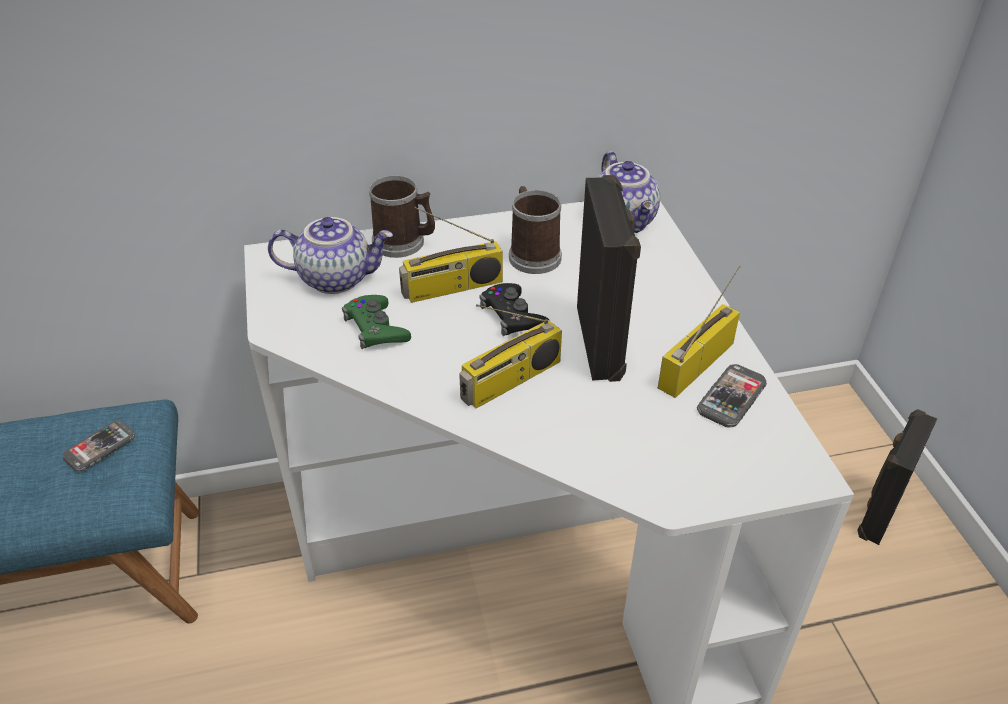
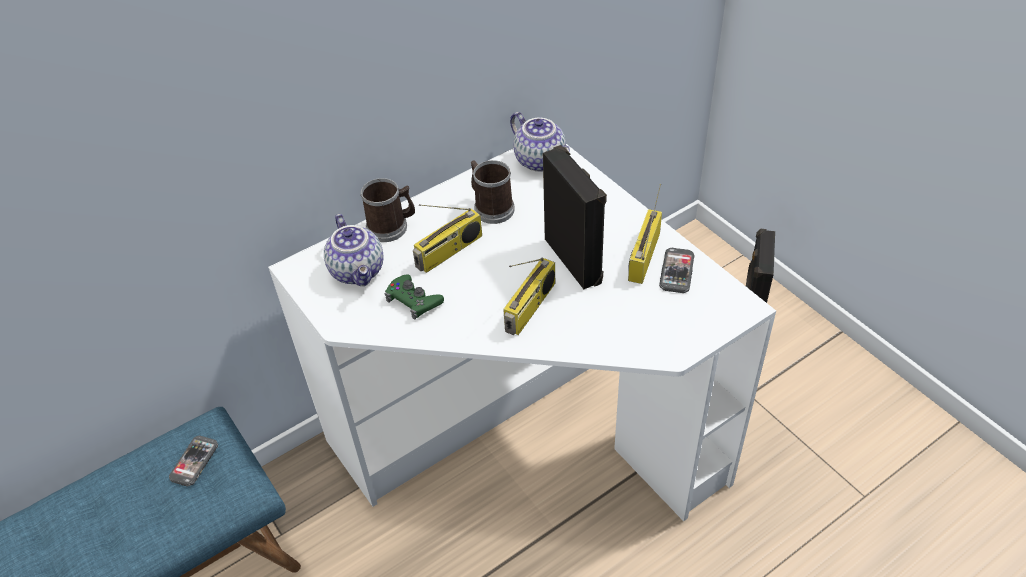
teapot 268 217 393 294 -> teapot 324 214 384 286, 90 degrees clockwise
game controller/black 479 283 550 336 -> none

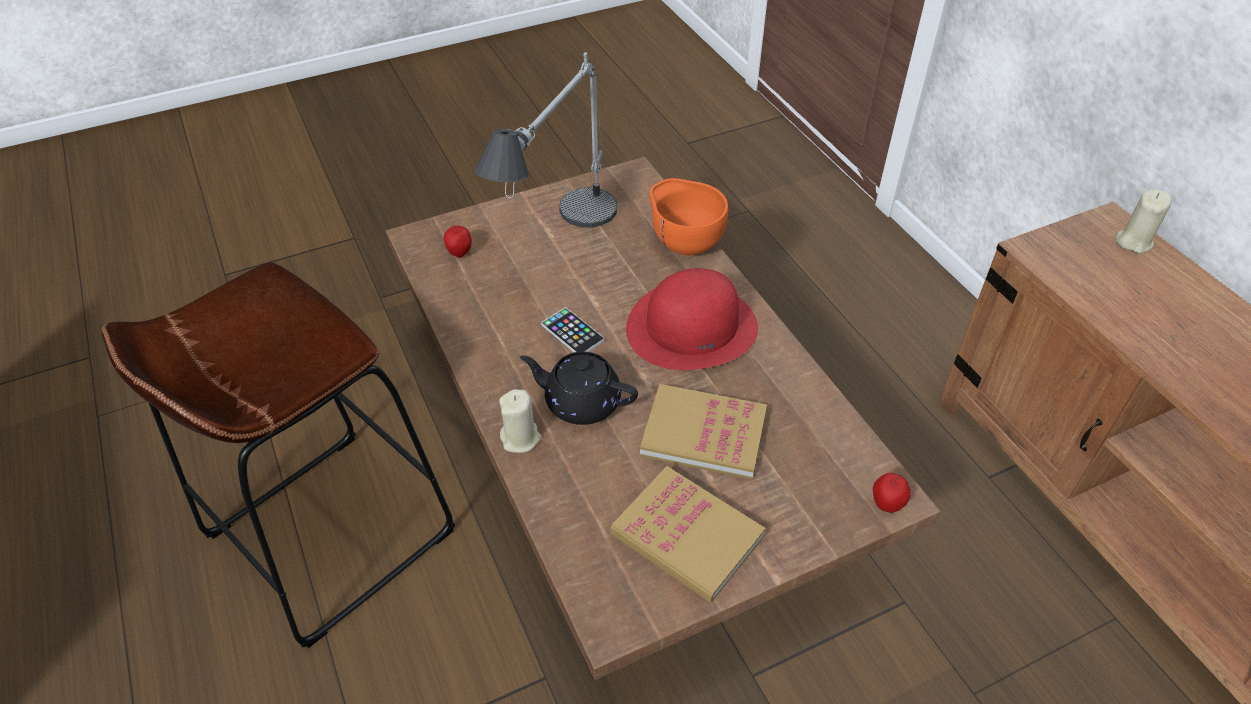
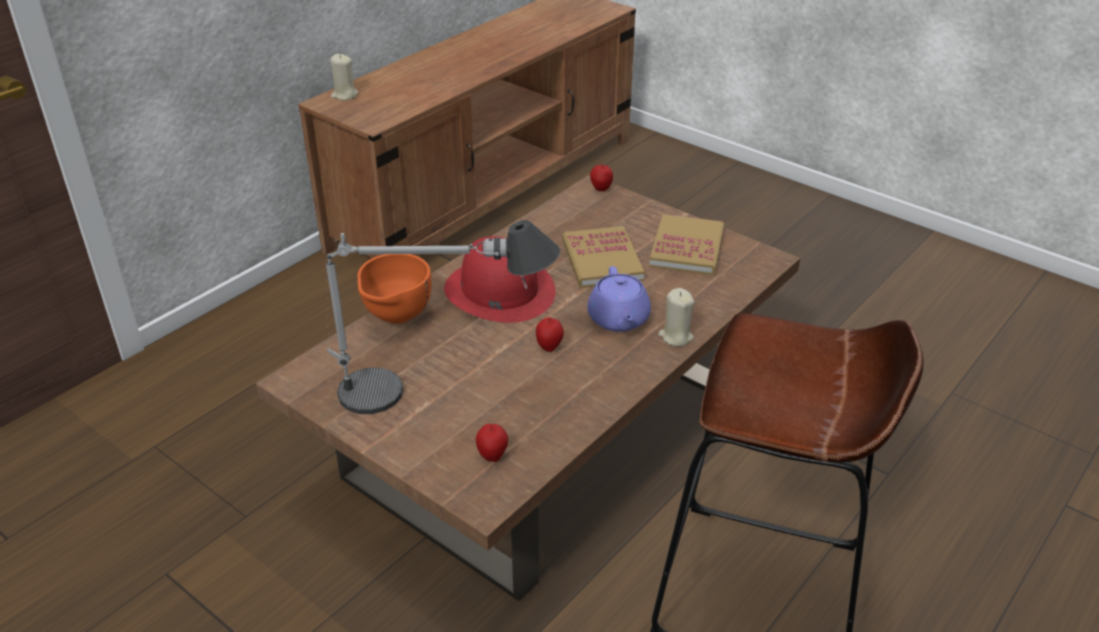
phone 541 308 604 352 -> apple 536 317 564 352
teapot/black 520 351 638 425 -> teapot/purple 587 266 651 332

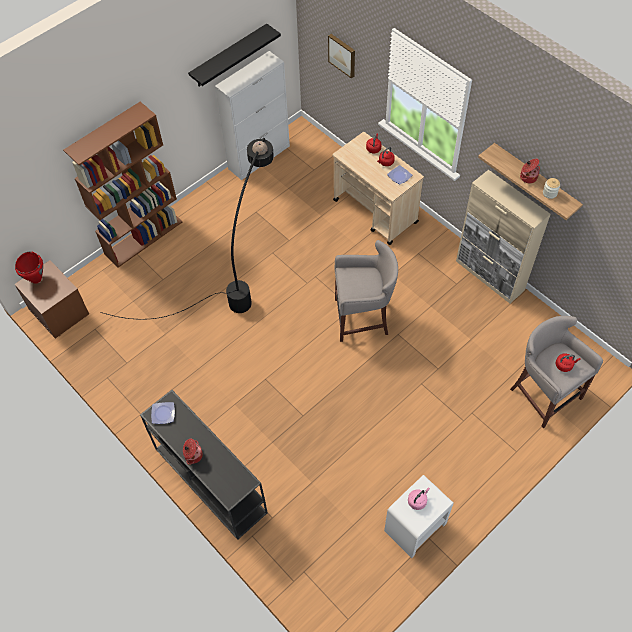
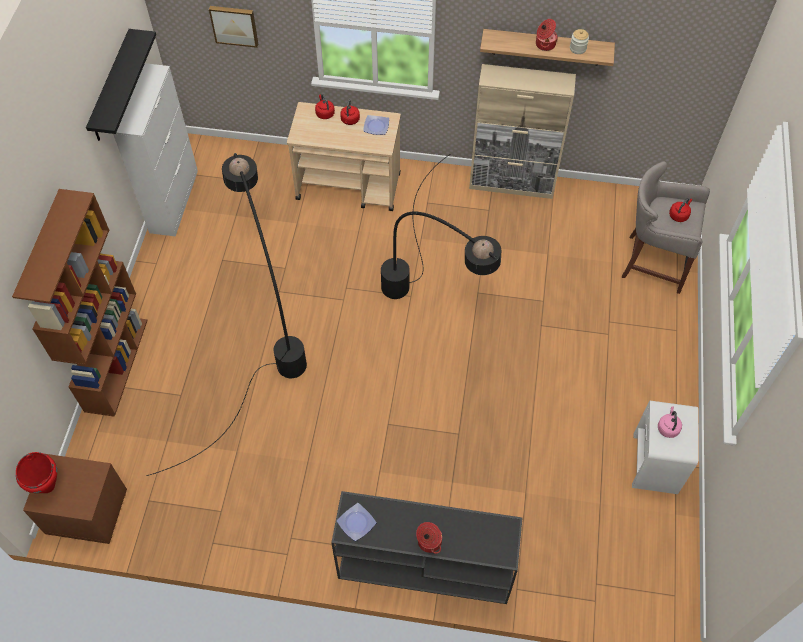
stool/grey 334 240 398 342 -> floor lamp/black 381 154 501 299

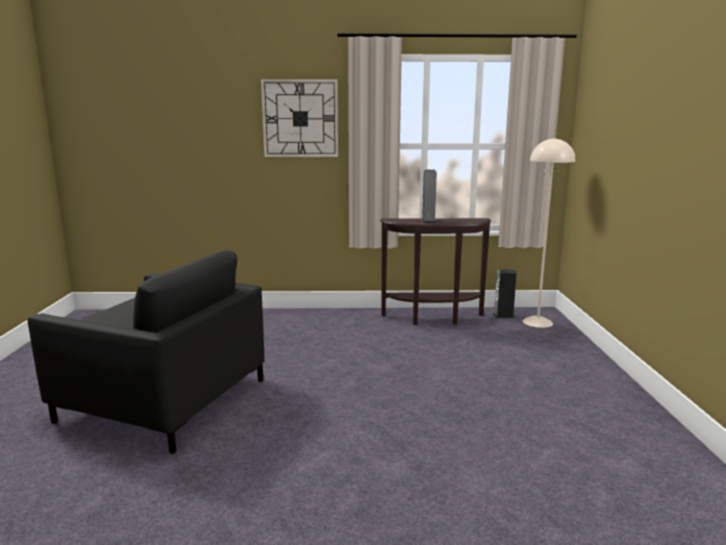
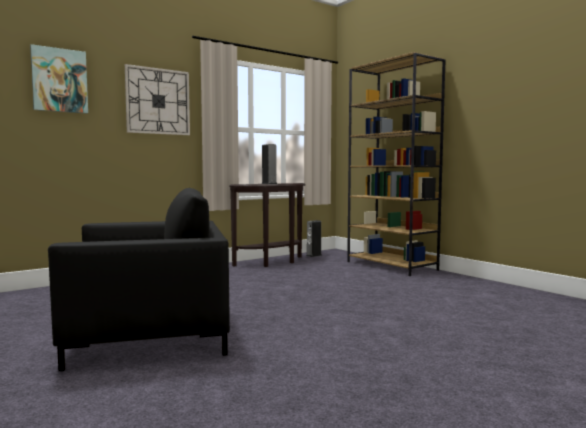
none -> picture 30 44 88 113
none -> bookcase/brown 347 52 445 276
floor lamp/beige 523 138 575 328 -> none

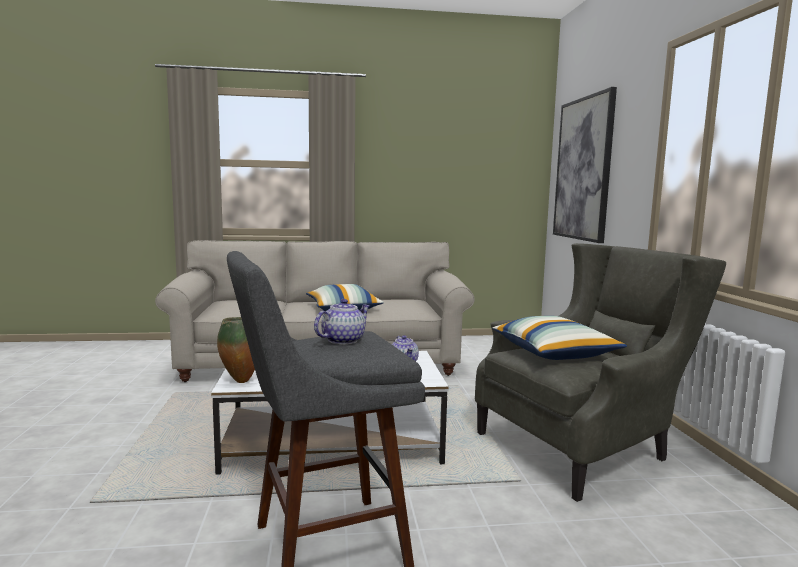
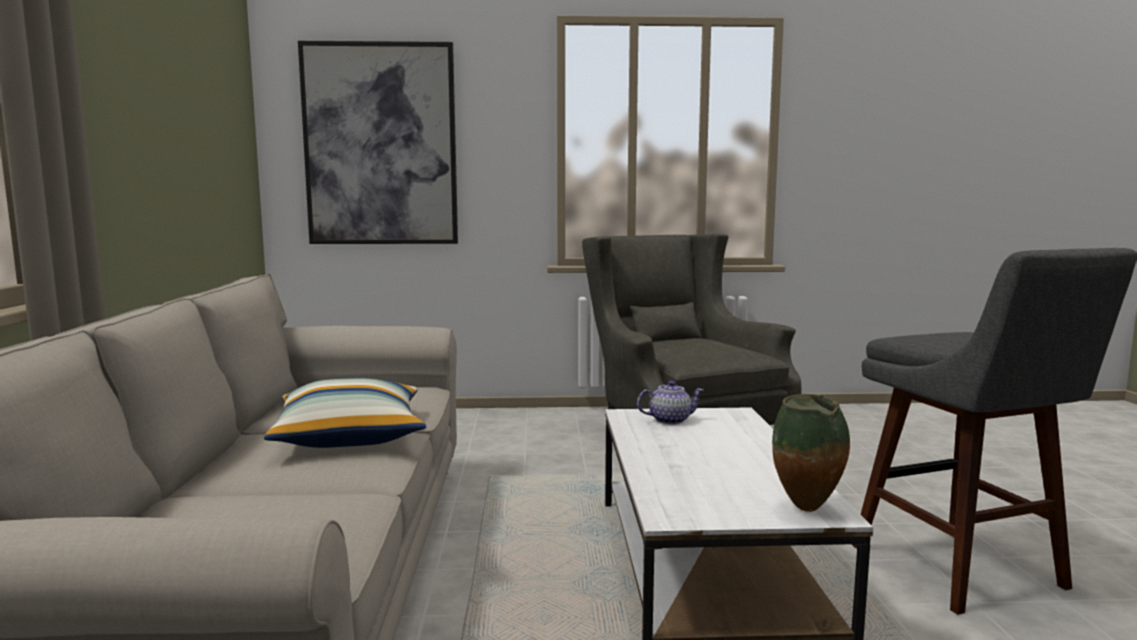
teapot 314 299 370 345 -> none
pillow 492 316 627 360 -> none

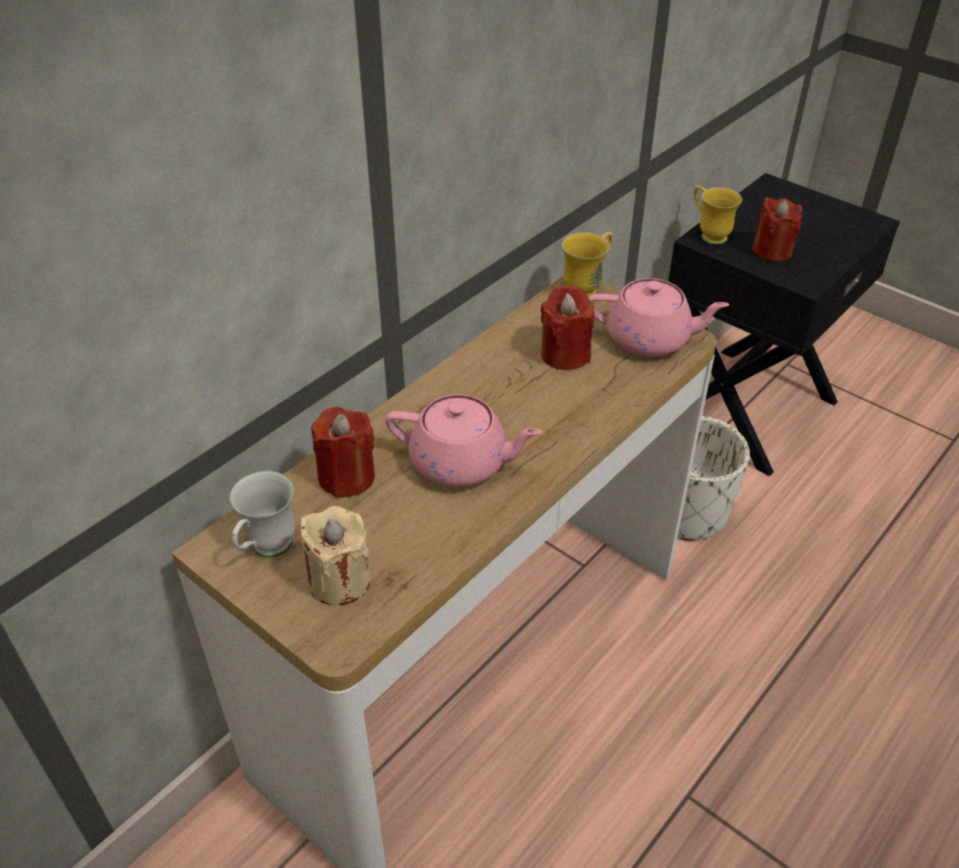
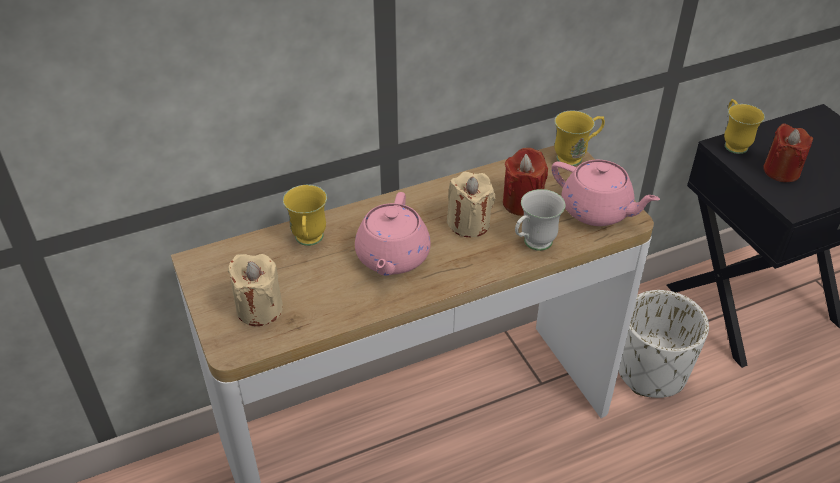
candle/red 311 407 375 498 -> mug/yellow 283 185 327 246
teapot/pink 386 394 542 487 -> teapot/pink 355 192 431 276, 60 degrees clockwise
none -> candle/beige 447 172 495 237
mug/white 229 471 295 558 -> mug/white 515 189 565 251, move

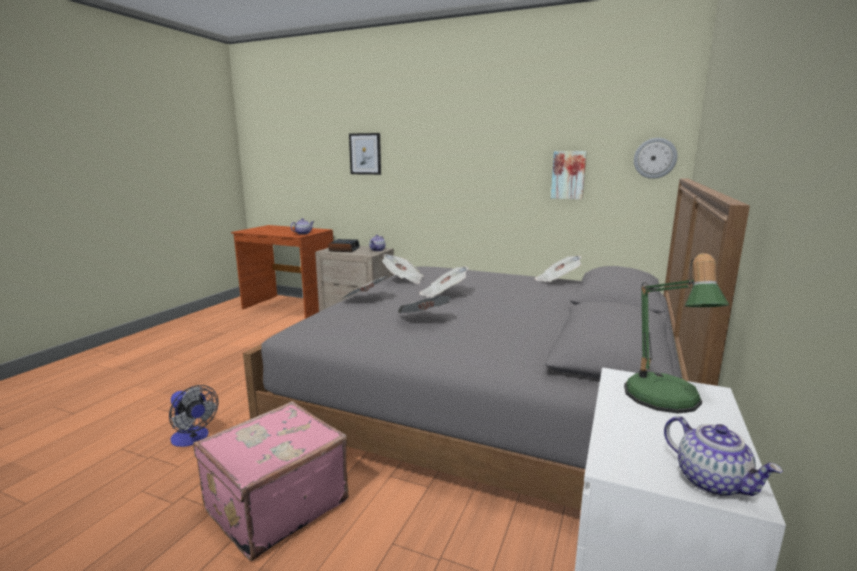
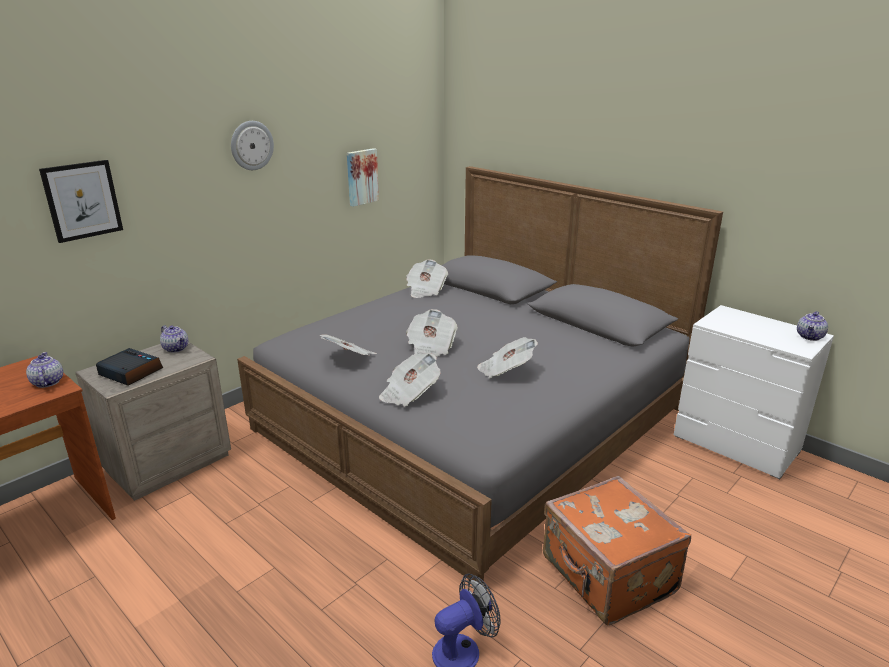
wall clock 634 138 678 179 -> wall clock 231 121 274 170, move
suitcase/pink 193 401 348 561 -> suitcase/orange 543 476 691 625
teapot 664 416 783 496 -> teapot 797 311 828 341, 135 degrees clockwise
table lamp 624 253 729 414 -> none

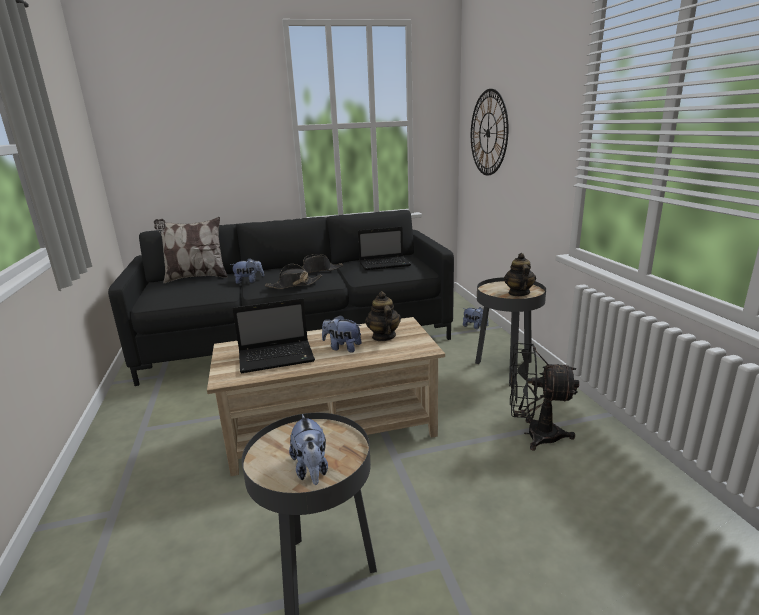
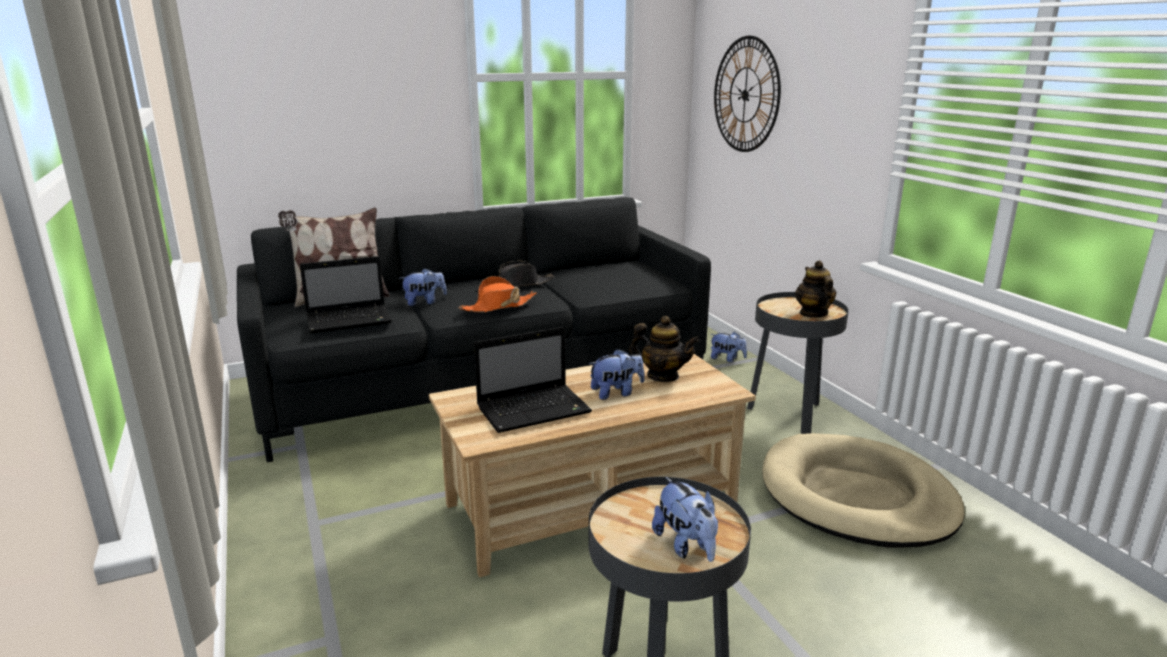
laptop 358 227 411 270 -> laptop 300 256 392 333, move
hat/black 265 264 322 289 -> hat/orange 459 276 537 312
plush toy 322 315 362 352 -> plush toy 589 349 644 400, 150 degrees clockwise
teapot 365 291 401 341 -> teapot 629 316 699 382, 135 degrees clockwise
fan/black 509 343 579 451 -> dog bed/beige 762 433 965 548

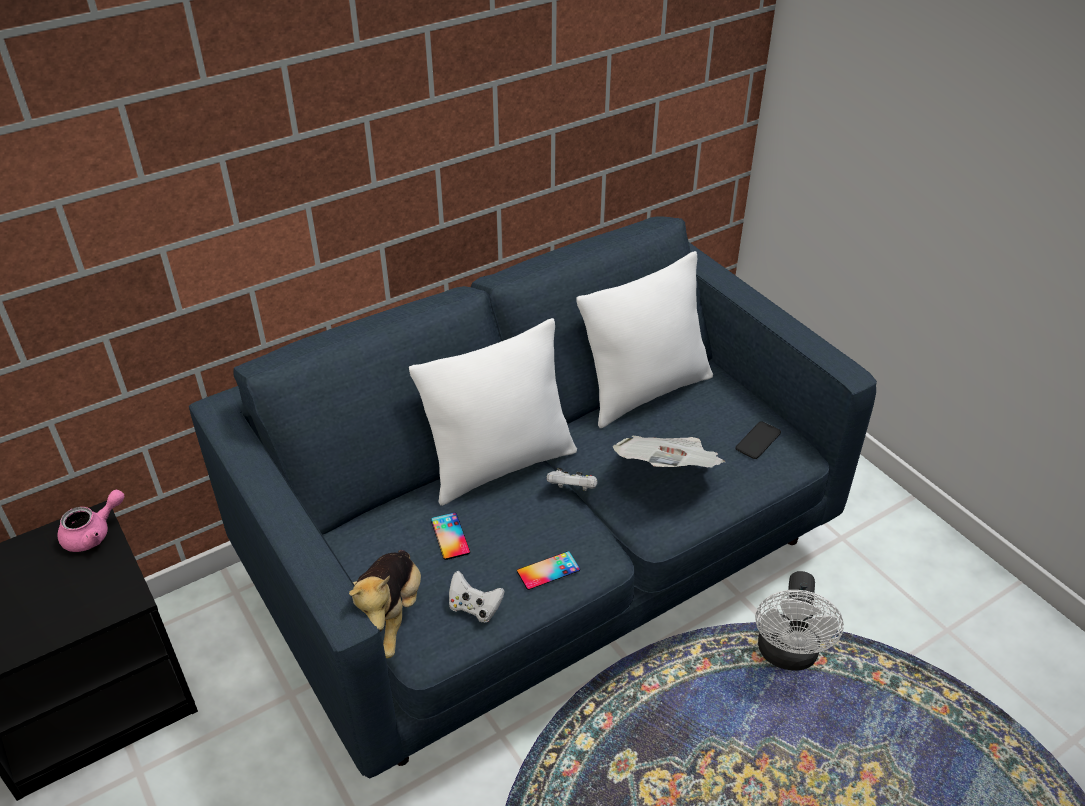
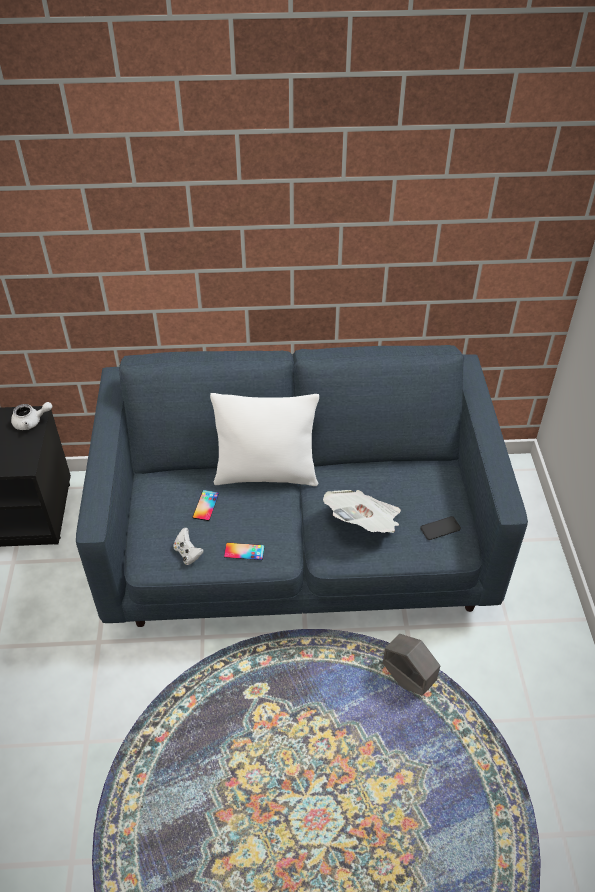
teapot/pink 57 490 124 552 -> teapot/white 11 402 52 430
fan/white 755 571 844 671 -> planter/grey 383 634 440 696
plush toy 349 550 421 658 -> none
game controller/white 547 468 598 491 -> none
pillow/white 576 251 713 428 -> none

